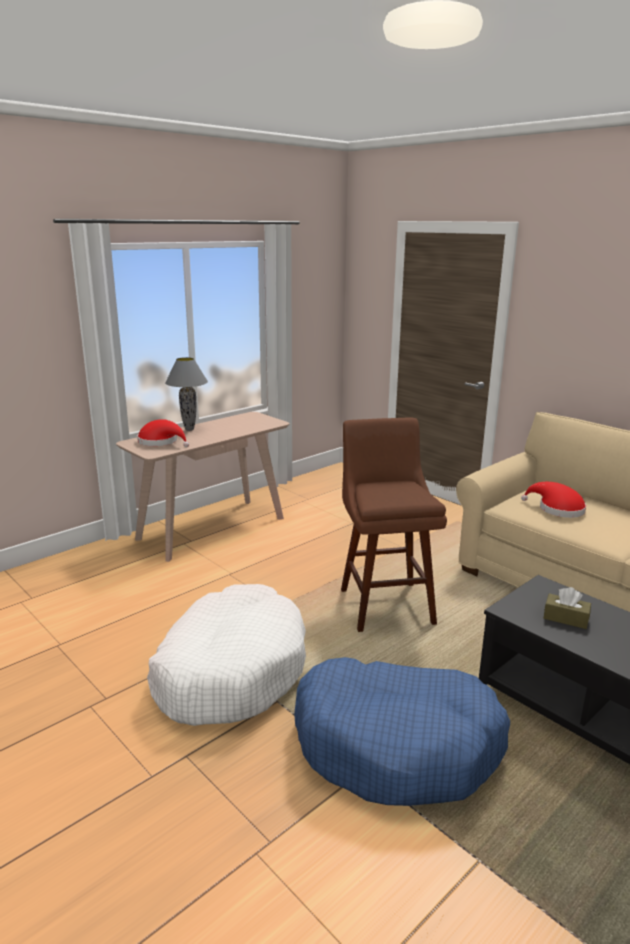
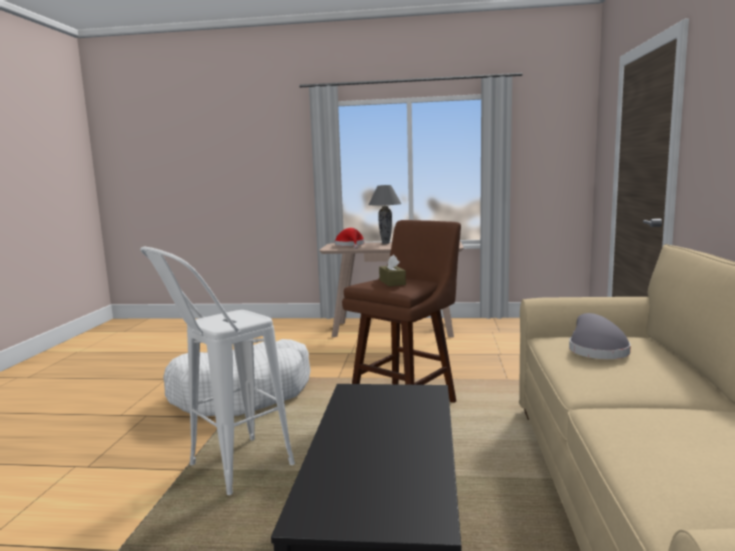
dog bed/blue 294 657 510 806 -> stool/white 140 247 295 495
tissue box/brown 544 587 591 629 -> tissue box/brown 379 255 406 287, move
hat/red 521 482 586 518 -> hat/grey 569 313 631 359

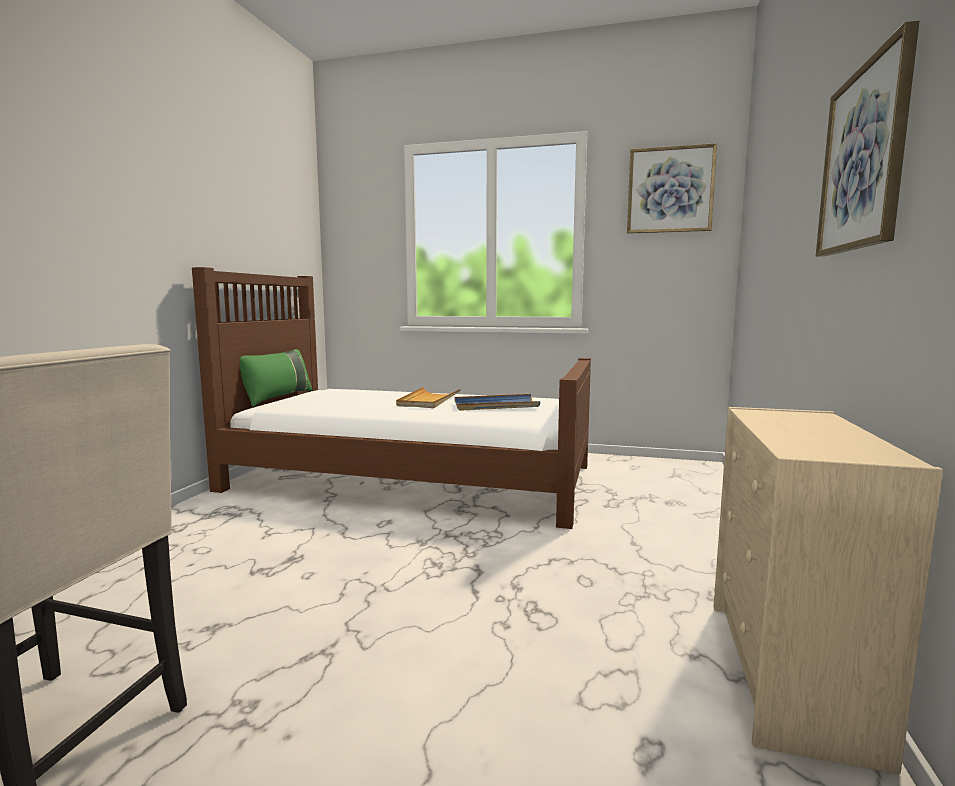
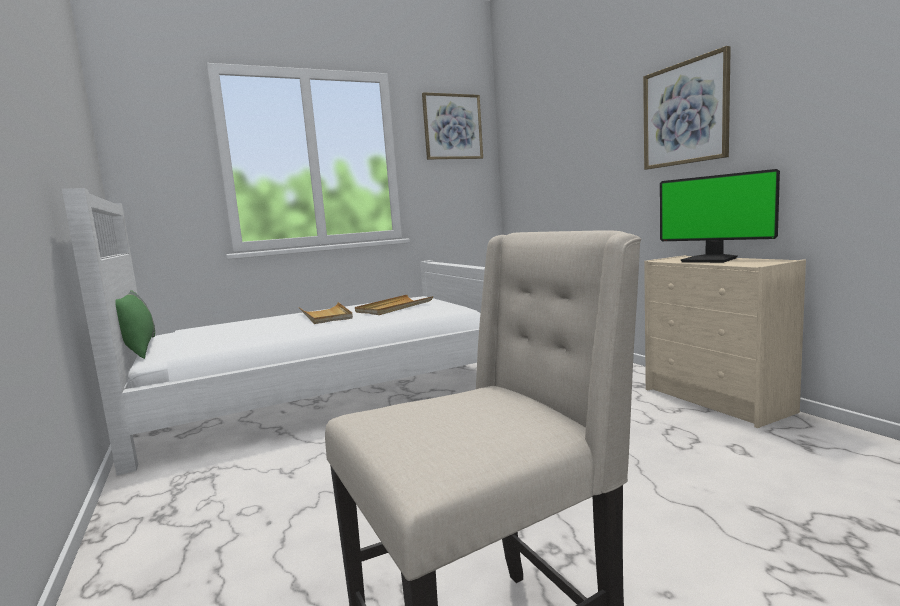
bed/brown 192 267 591 529 -> bed/white 62 188 485 475
tray/blue 455 394 540 411 -> tray/beige 355 295 433 315
none -> monitor 660 169 780 263

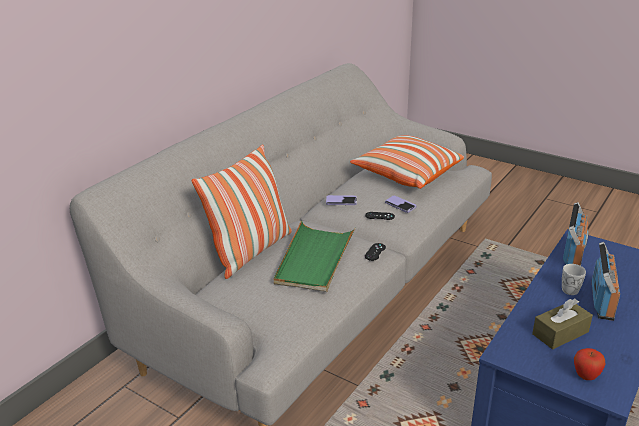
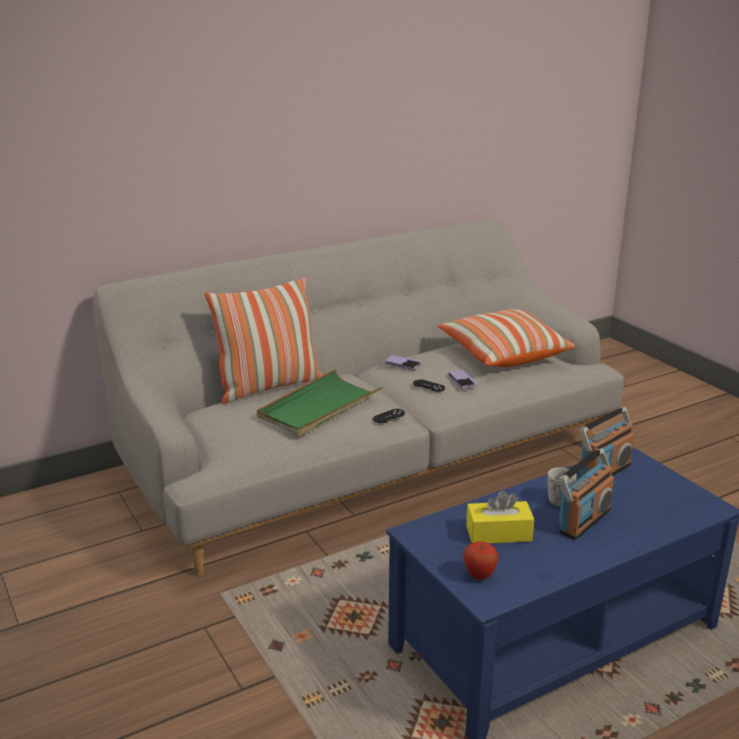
tissue box/brown 532 298 593 350 -> tissue box/yellow 466 490 534 543

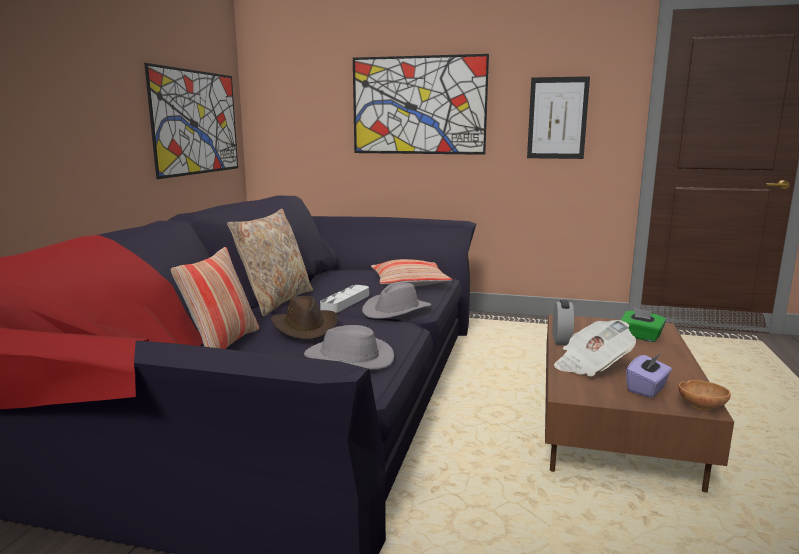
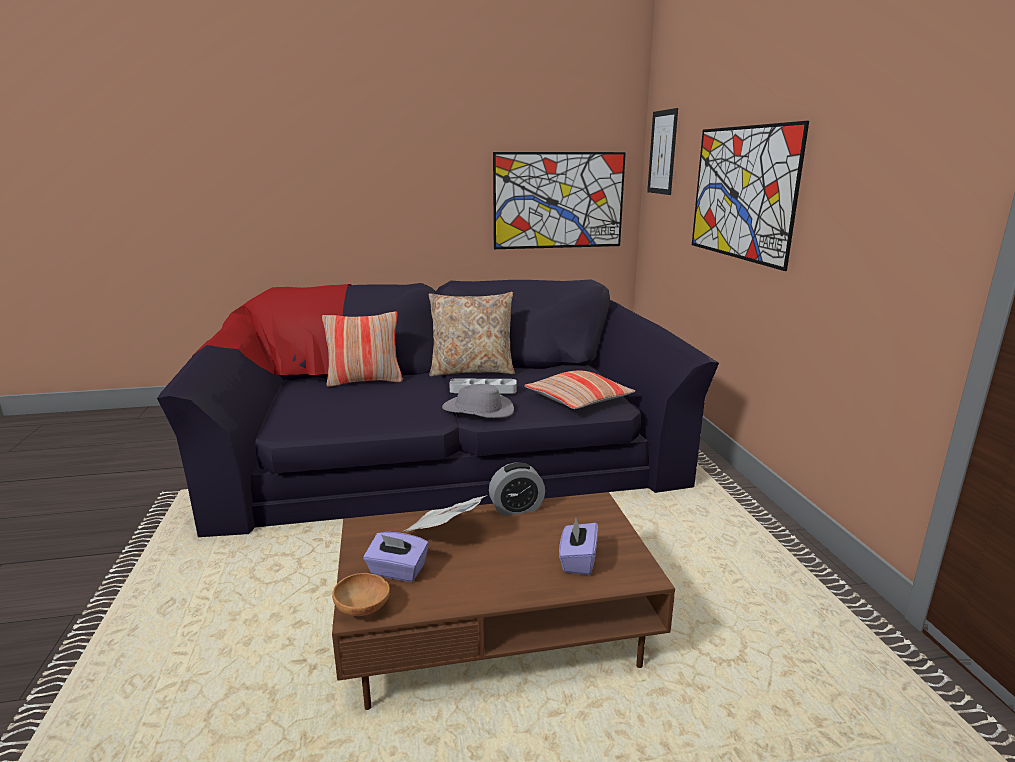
tissue box/green 621 308 666 342 -> tissue box/purple 559 518 598 575
picture 527 76 590 159 -> picture 647 108 678 195, move
hat/brown 271 296 338 340 -> none
hat/grey 304 325 394 370 -> none

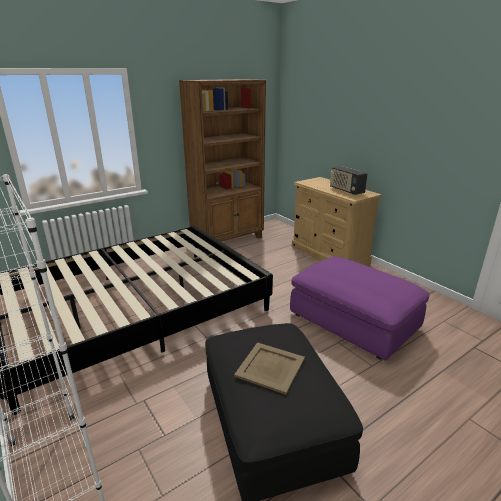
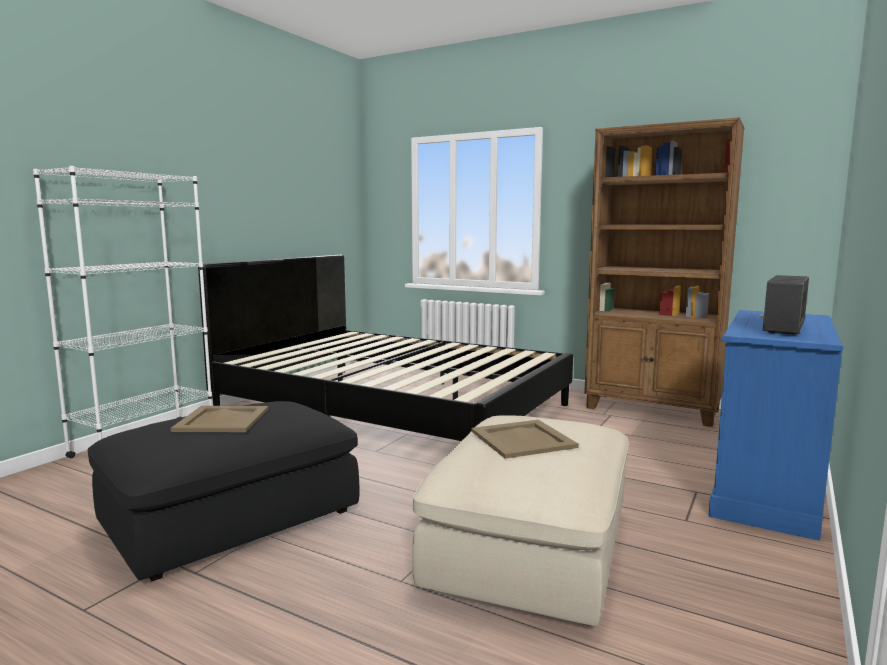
ottoman/purple 290 257 430 361 -> ottoman/beige 412 416 628 626
none -> tray/beige 472 420 579 459
dresser/beige 292 177 382 266 -> dresser/blue 708 310 843 541

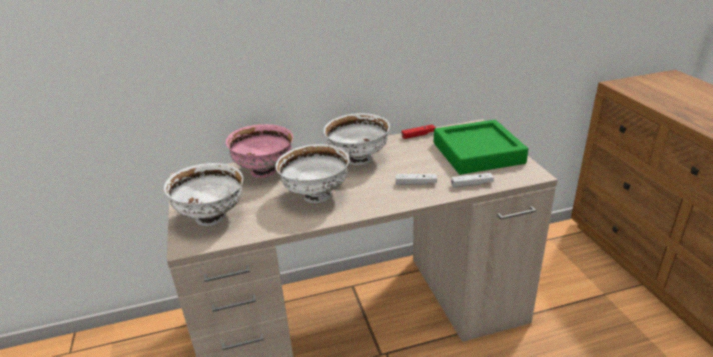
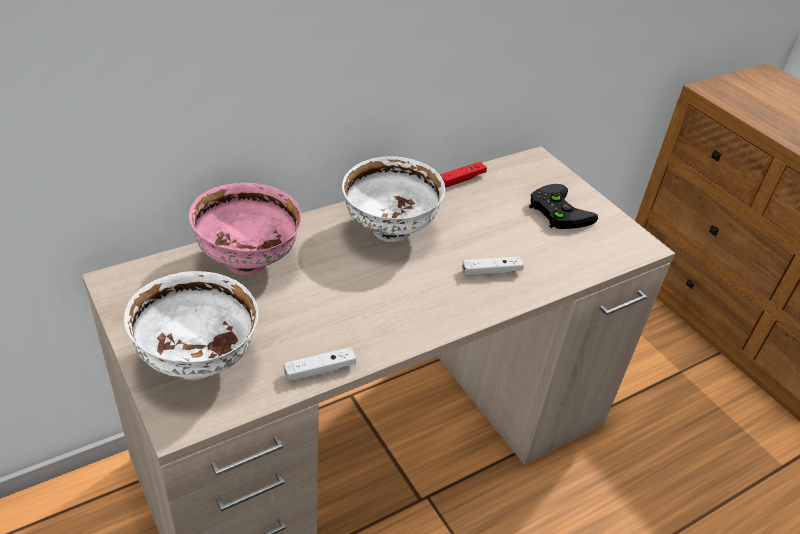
game controller/white 451 173 494 188 -> game controller/white 284 347 356 382, move
tray/green 434 120 528 175 -> game controller/black 529 184 598 229
bowl/white 275 144 350 203 -> none

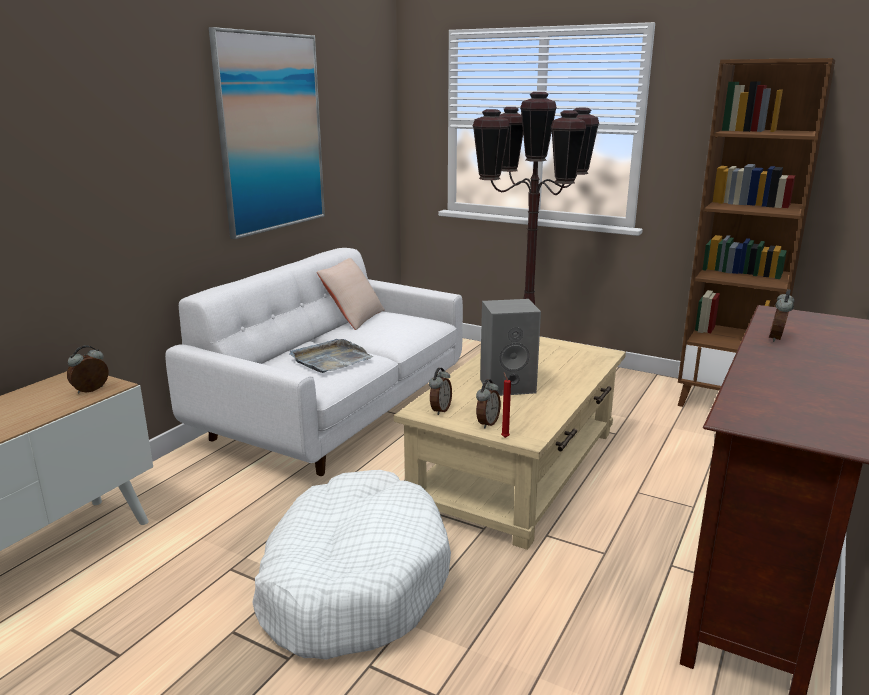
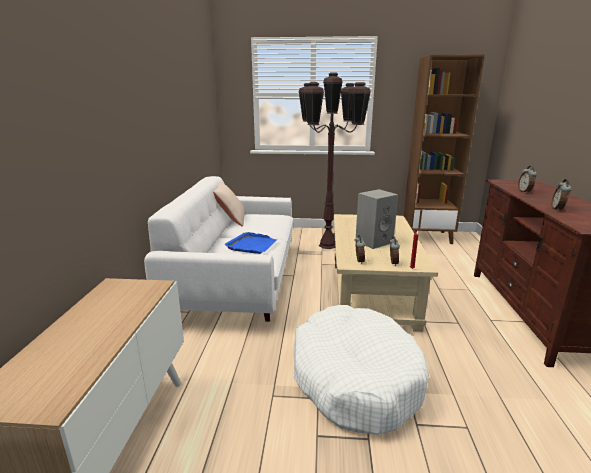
tray/grey 289 339 373 373 -> tray/blue 225 232 277 254
alarm clock 67 345 109 394 -> alarm clock 552 179 572 211, move
picture 209 27 325 239 -> none

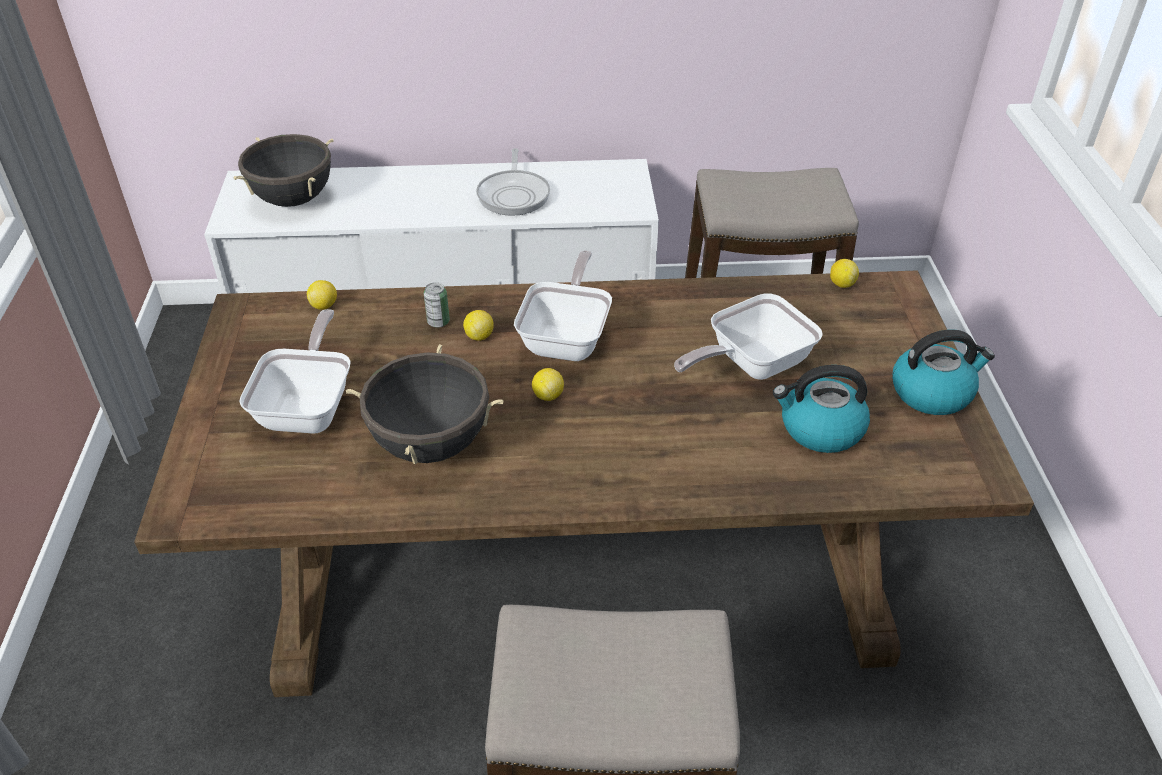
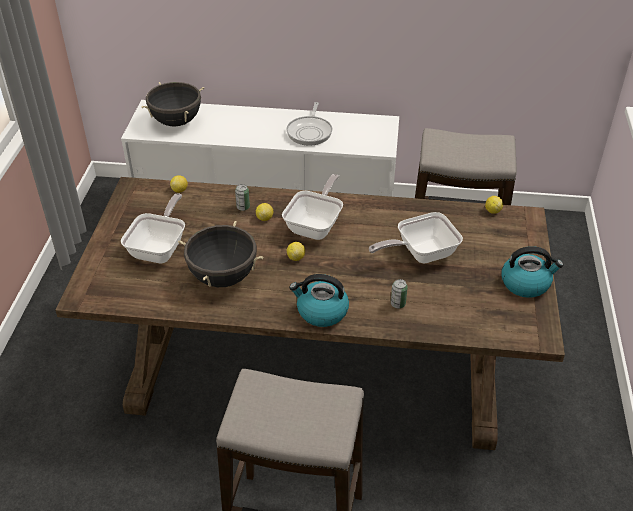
kettle 773 365 870 453 -> kettle 289 274 349 327, move
none -> can 391 279 408 308

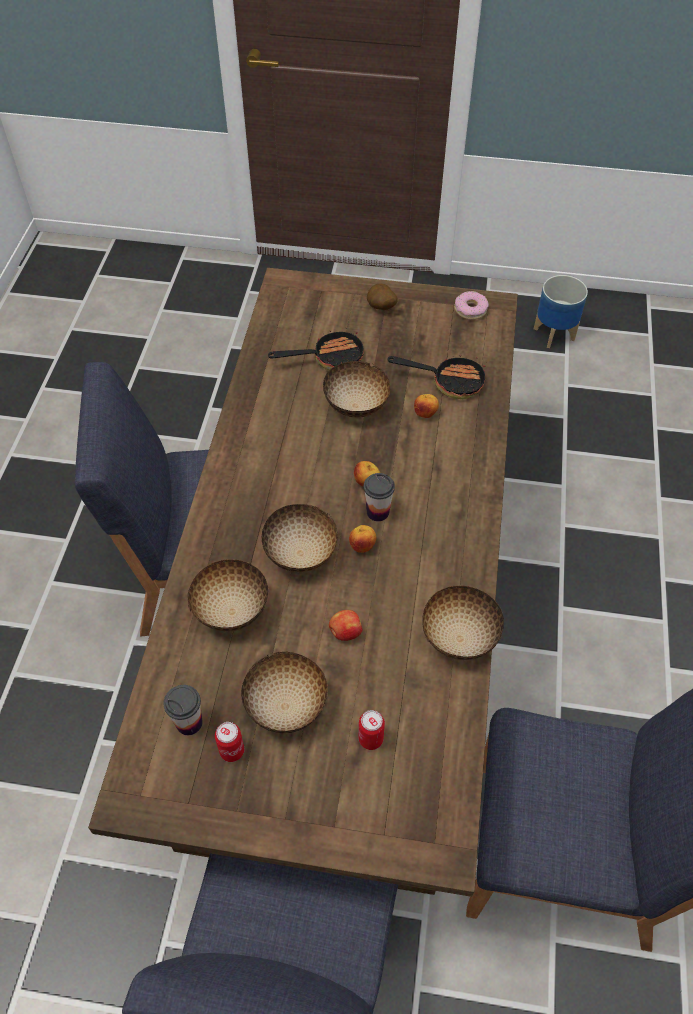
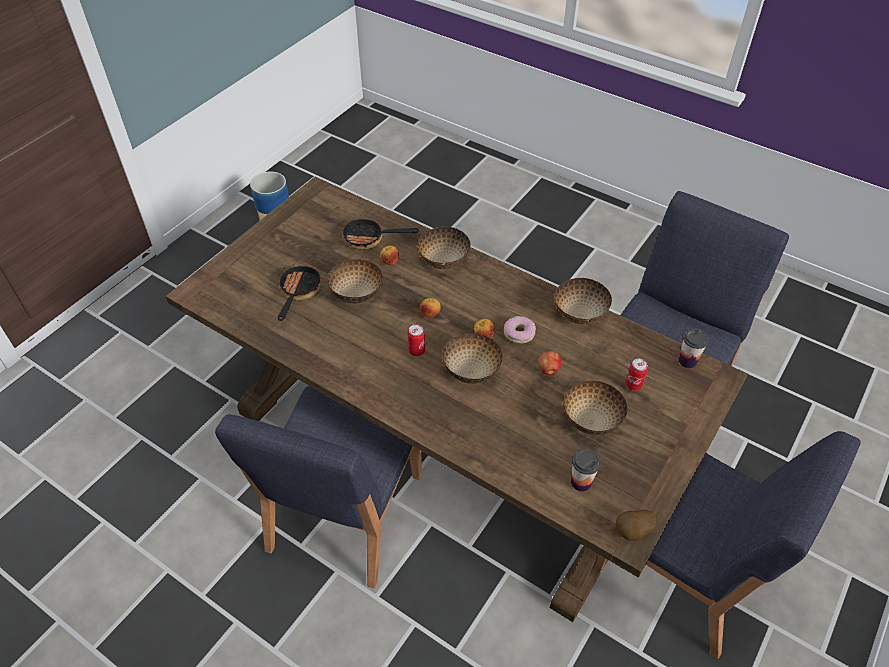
frying pan 388 355 485 399 -> frying pan 341 218 419 249, 120 degrees counterclockwise
can 215 722 244 762 -> can 407 324 425 356, move
bowl 188 559 268 631 -> bowl 417 227 471 269, move
donut 454 291 489 320 -> donut 504 316 536 344, move
potato 367 284 398 310 -> potato 616 510 656 541, move
cup 364 473 395 522 -> cup 679 328 709 368, move

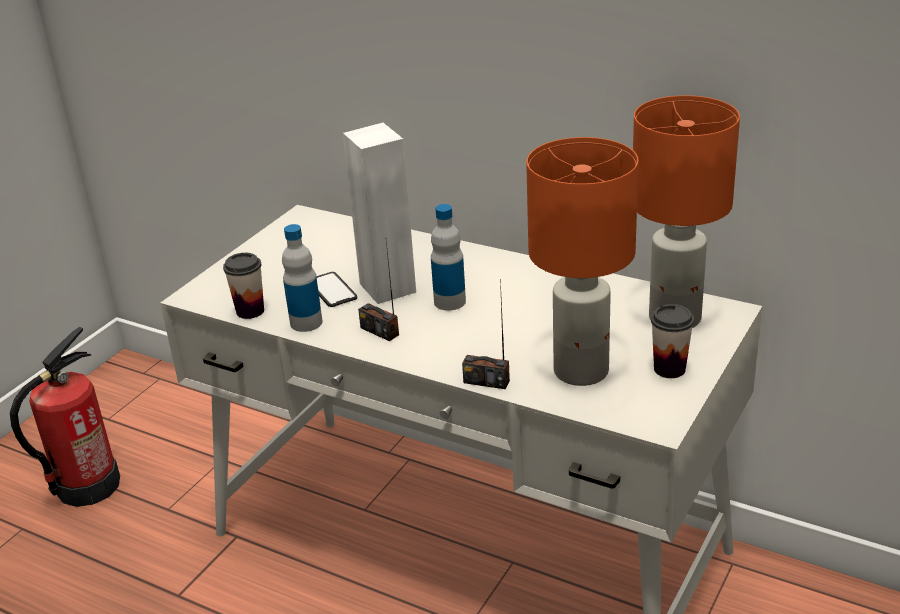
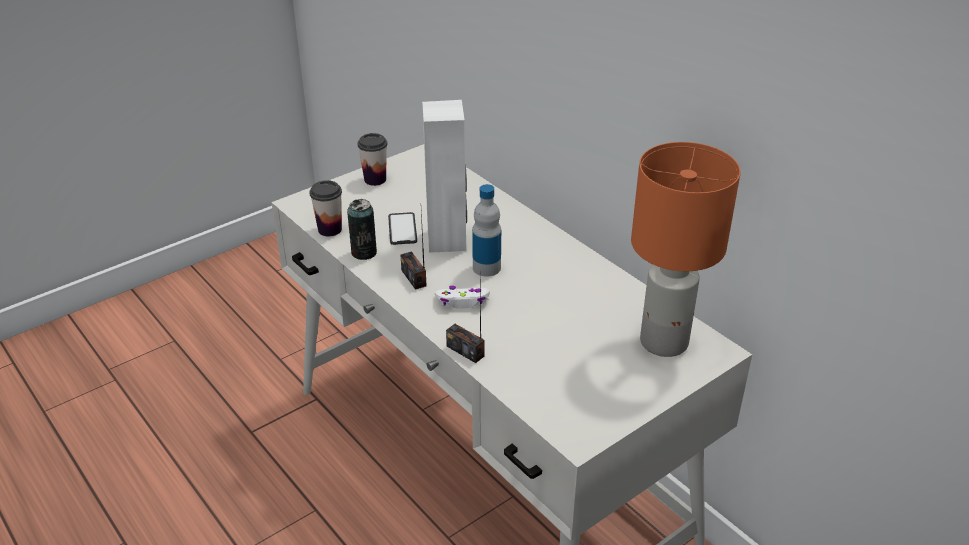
bottle 282 224 323 332 -> can 347 199 377 260
cup 651 304 694 378 -> cup 357 133 387 186, move
none -> game controller/white 435 286 490 309
fire extinguisher 10 327 120 507 -> none
table lamp/orange 526 137 639 386 -> none

